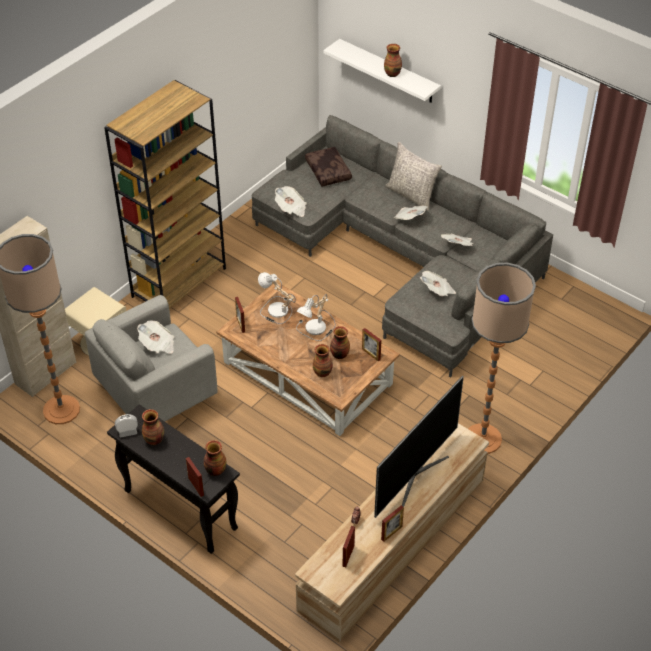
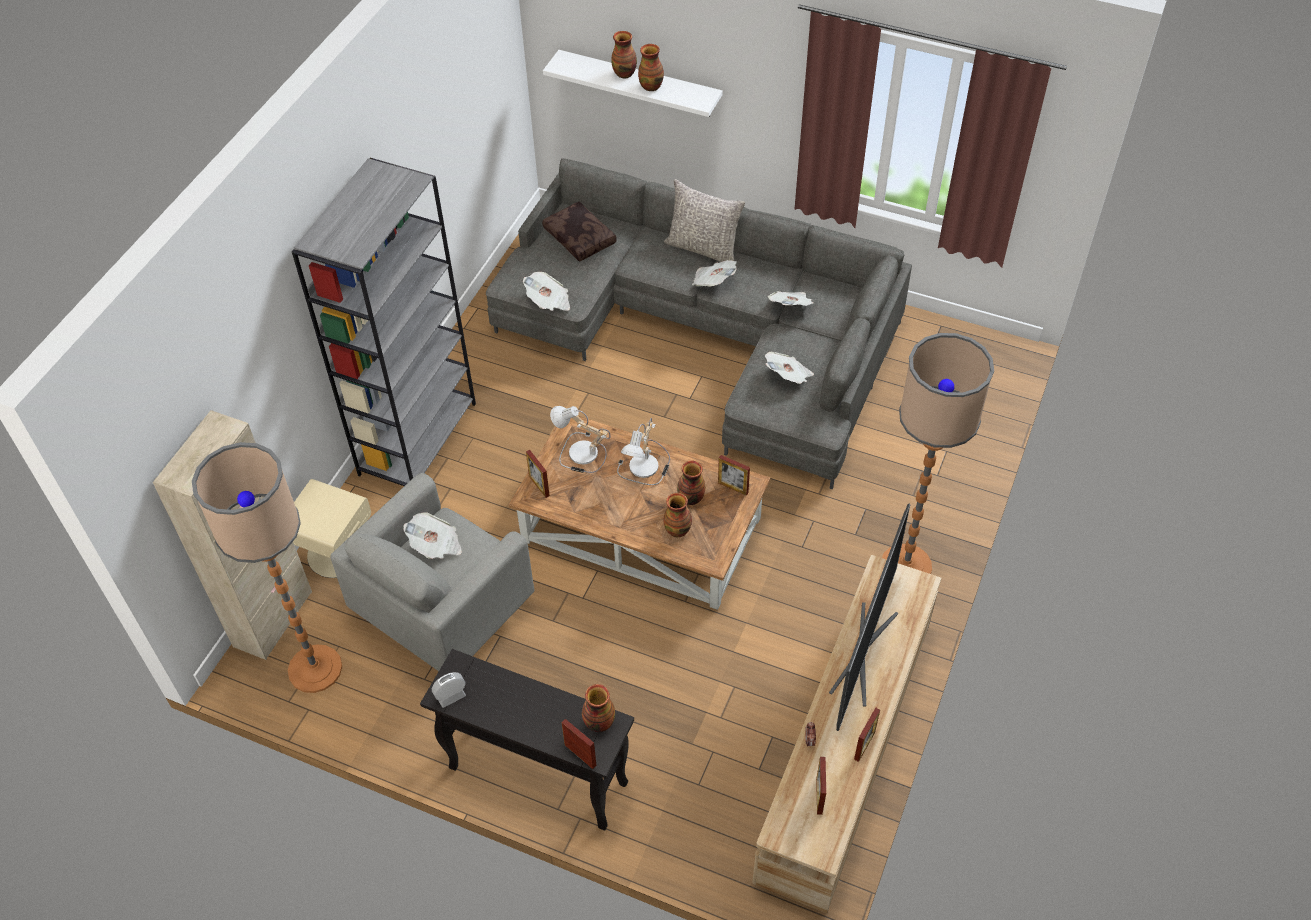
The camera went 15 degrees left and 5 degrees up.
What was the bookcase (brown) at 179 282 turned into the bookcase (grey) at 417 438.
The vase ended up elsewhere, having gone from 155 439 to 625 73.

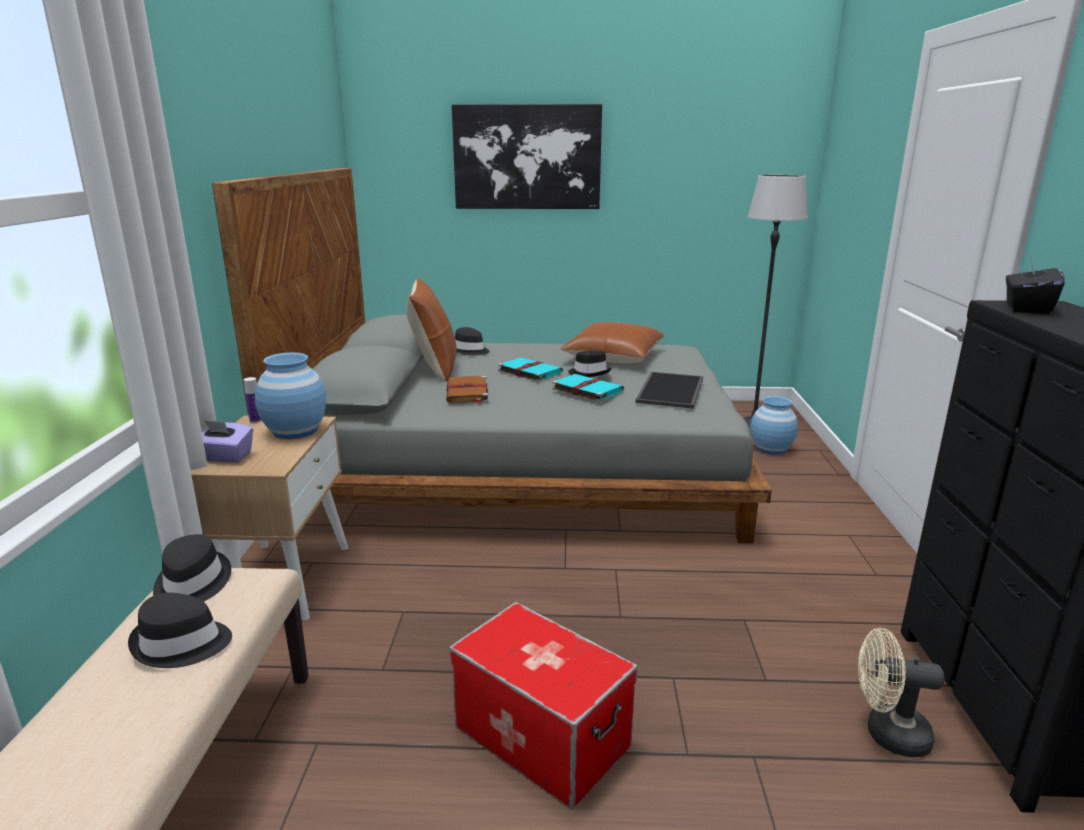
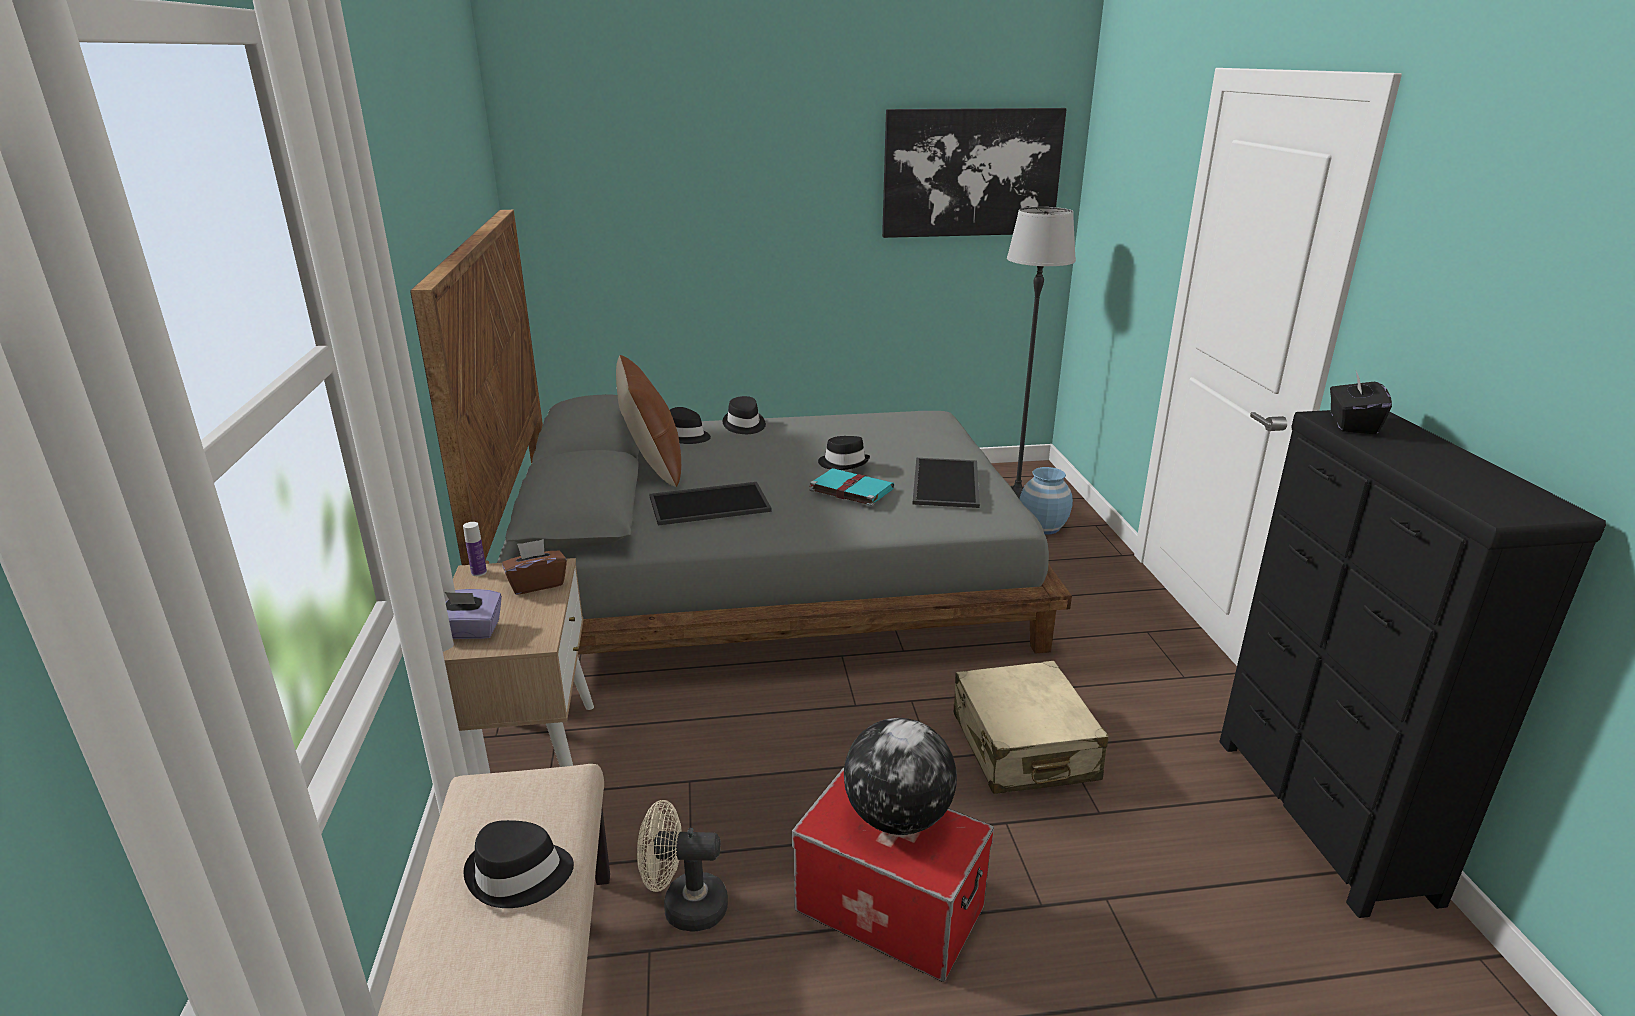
The camera went 10 degrees left and 5 degrees up.
The picture ended up elsewhere, having gone from 527 157 to 971 173.
The second view lost the pillow (brown) at 613 357.
Where the vase (blue) stood at 295 431, the tissue box (brown) came to stand at 537 584.
The second view lost the book (turquoise) at 529 371.
Where the book (brown) stood at 467 393, the tray came to stand at 710 503.
The hat (black) ended up elsewhere, having gone from 191 584 to 744 425.
The fan (beige) ended up elsewhere, having gone from 887 734 to 684 906.
The second view gained the suitcase (beige) at 1023 747.
The second view gained the globe at 898 817.

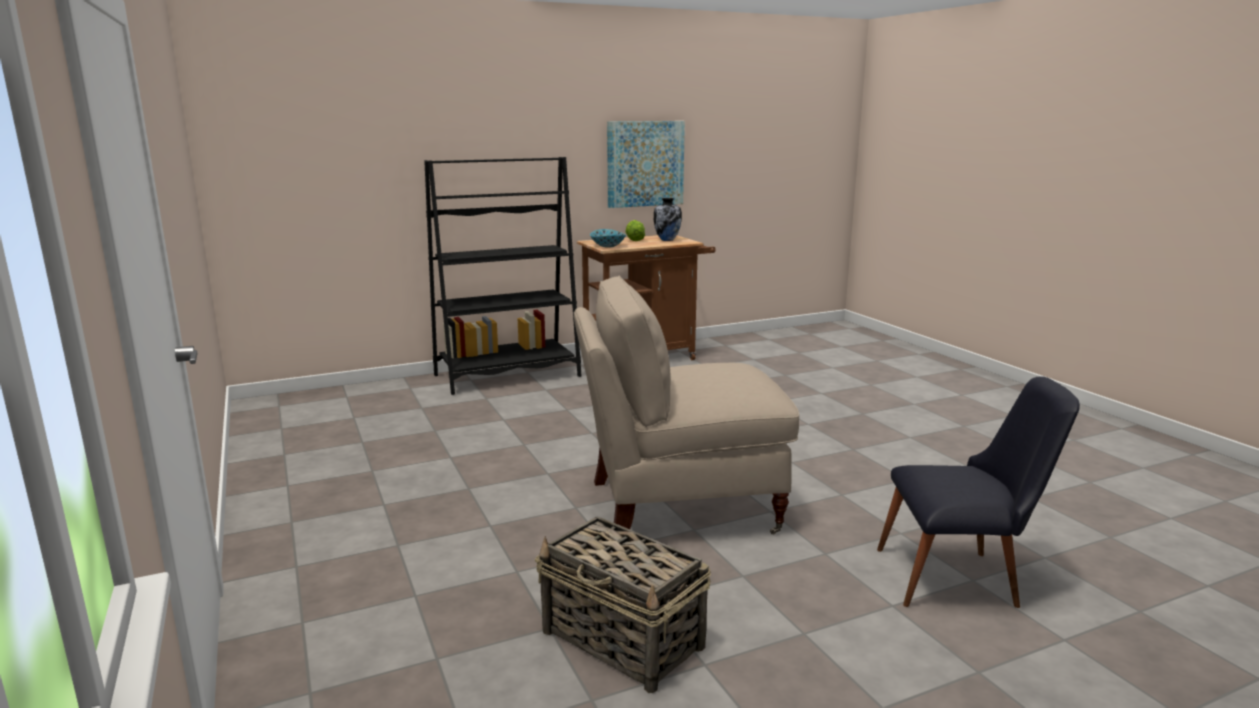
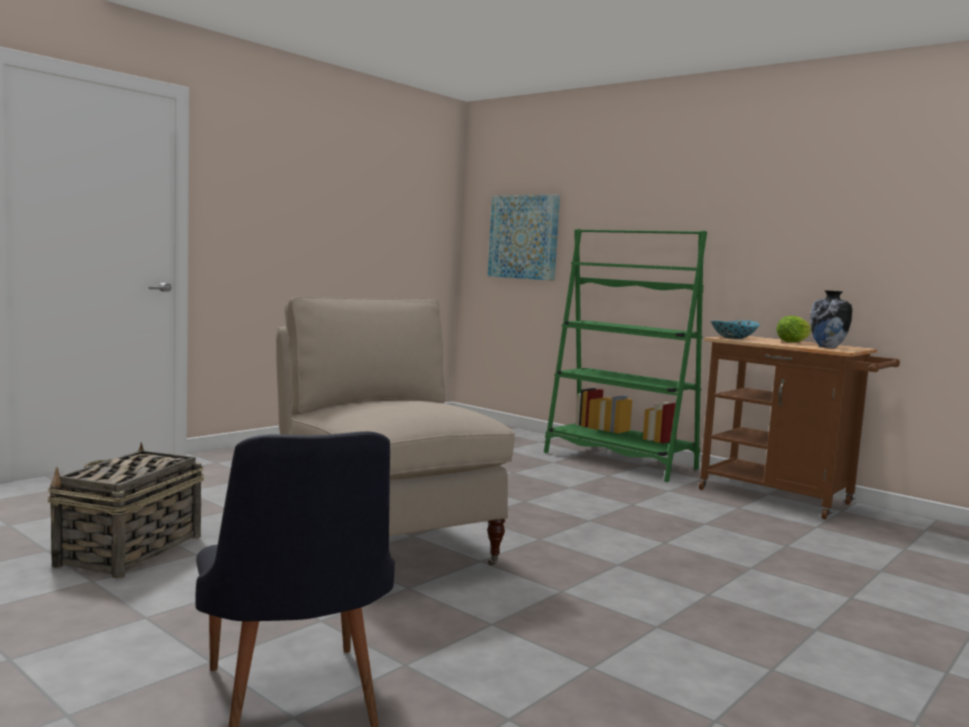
The camera went 65 degrees right and 10 degrees down.
The picture ended up elsewhere, having gone from 645 163 to 524 237.
What was the bookcase (black) at 508 376 turned into the bookcase (green) at 619 461.

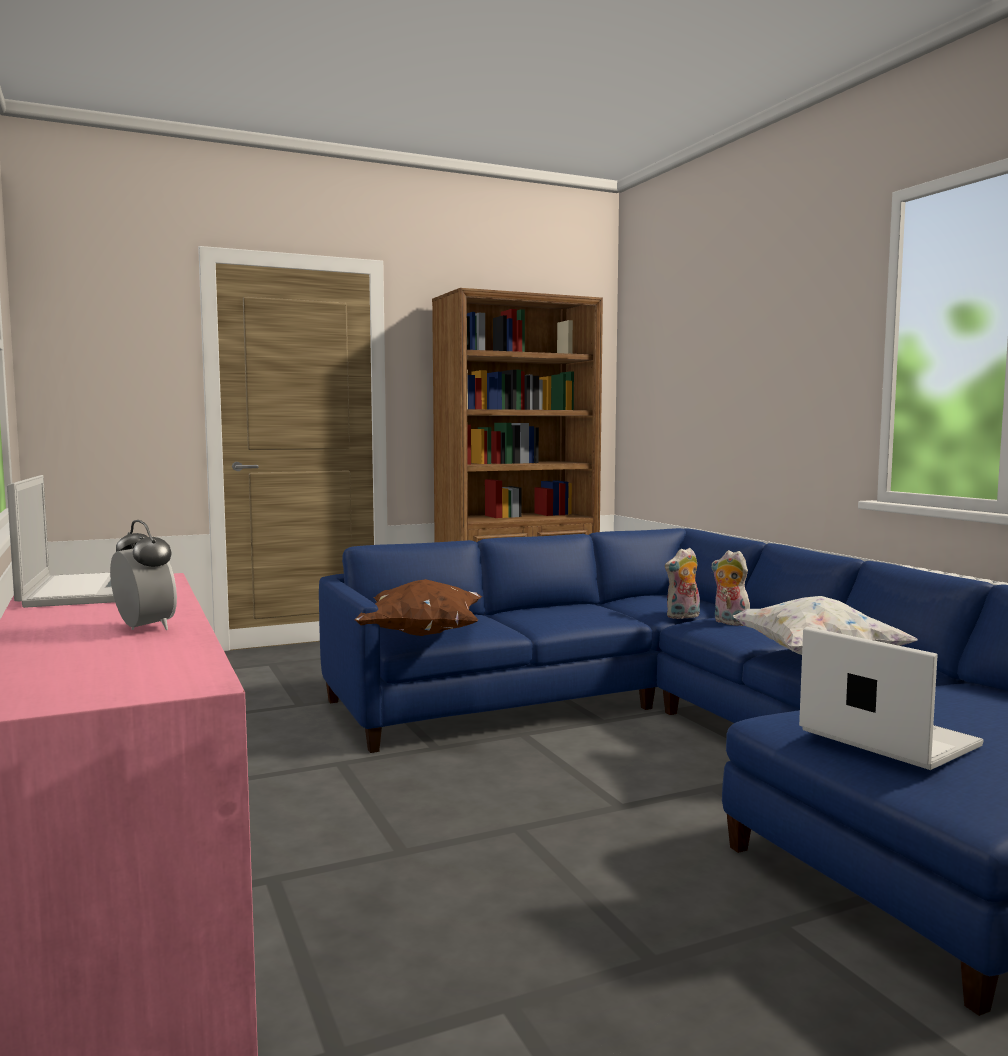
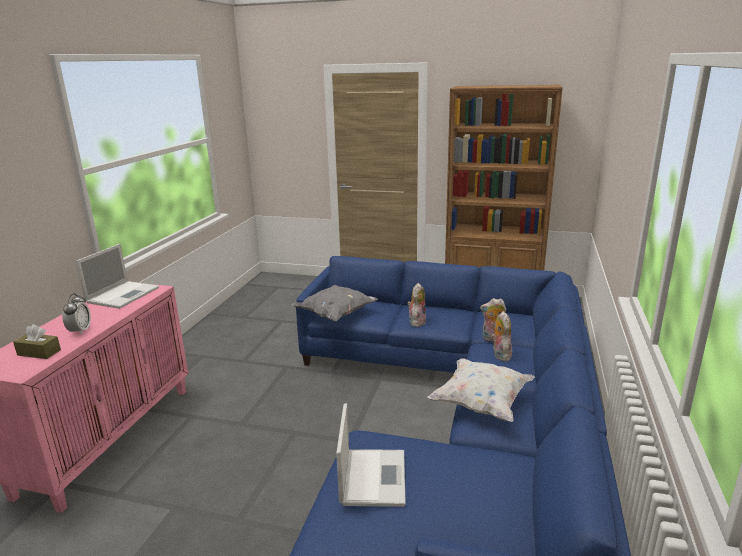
The camera went 40 degrees right and 15 degrees up.
What was the pillow (brown) at 422 634 turned into the pillow (grey) at 336 315.
The second view gained the plush toy at 416 321.
The second view gained the tissue box (brown) at 39 352.

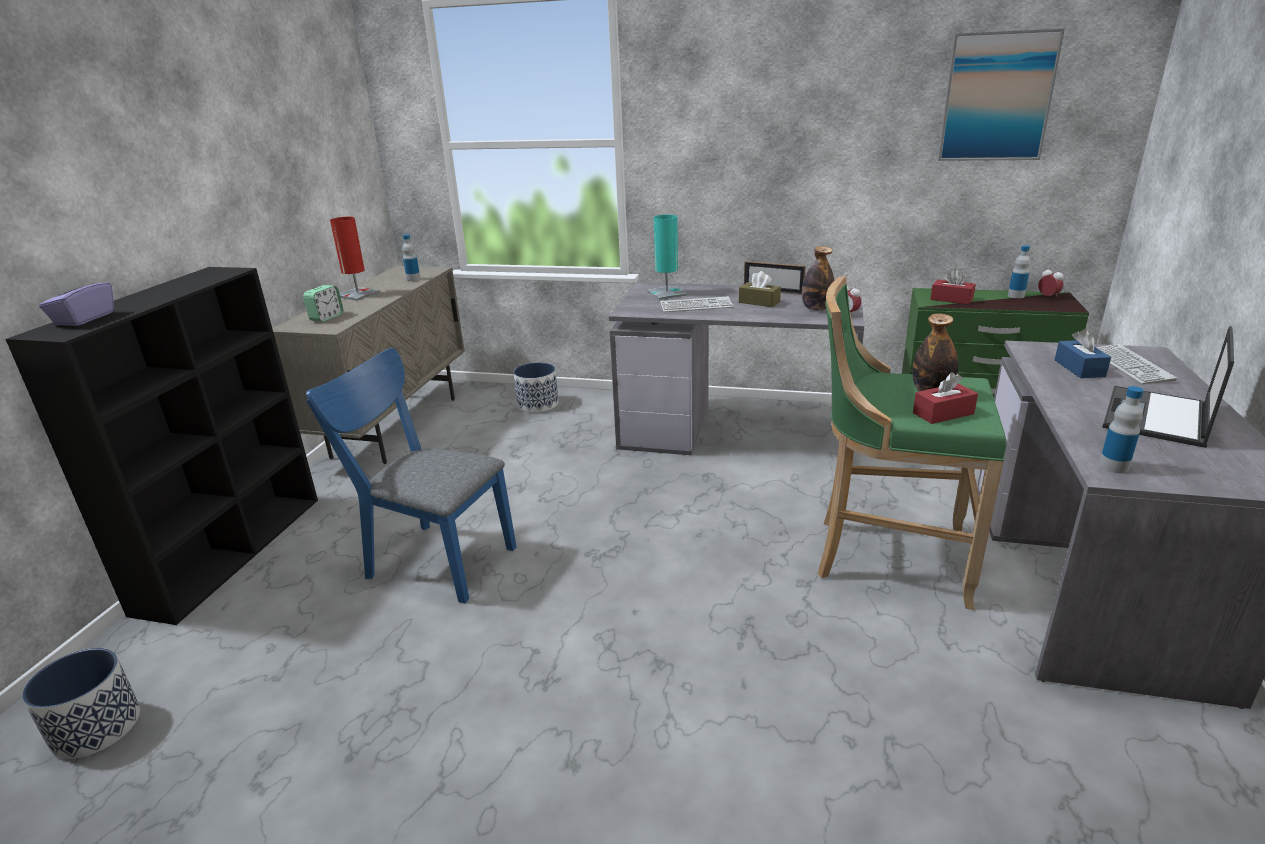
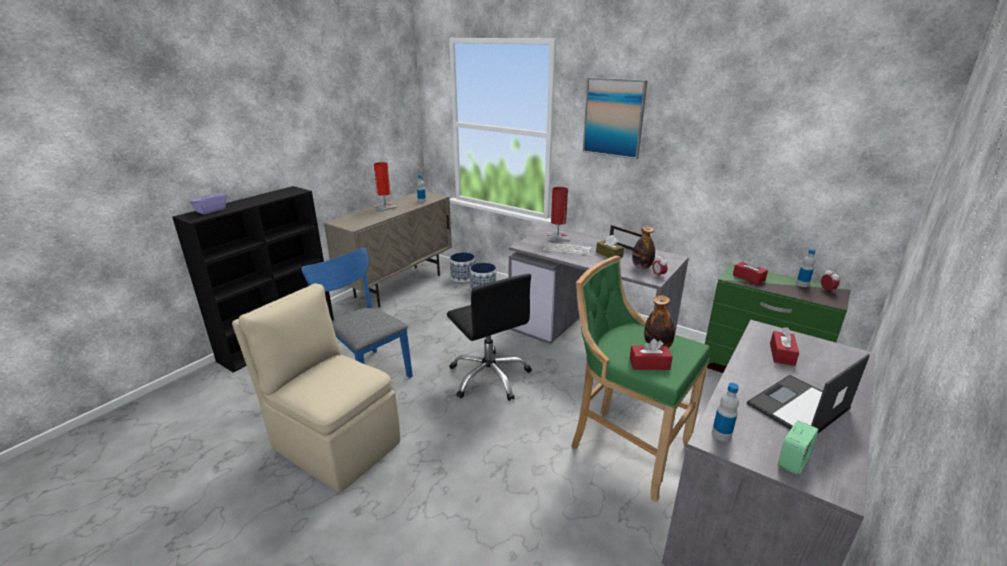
The camera went 20 degrees right and 0 degrees up.
The picture ended up elsewhere, having gone from 997 97 to 614 118.
What was the table lamp (turquoise) at 667 293 turned into the table lamp (red) at 557 237.
The alarm clock ended up elsewhere, having gone from 326 317 to 793 462.
What was the tissue box (blue) at 1079 368 turned into the tissue box (red) at 782 354.
The second view lost the keyboard at 1129 365.
The planter ended up elsewhere, having gone from 96 727 to 463 277.
The second view gained the office chair (black) at 489 377.
The second view gained the chair (beige) at 334 443.

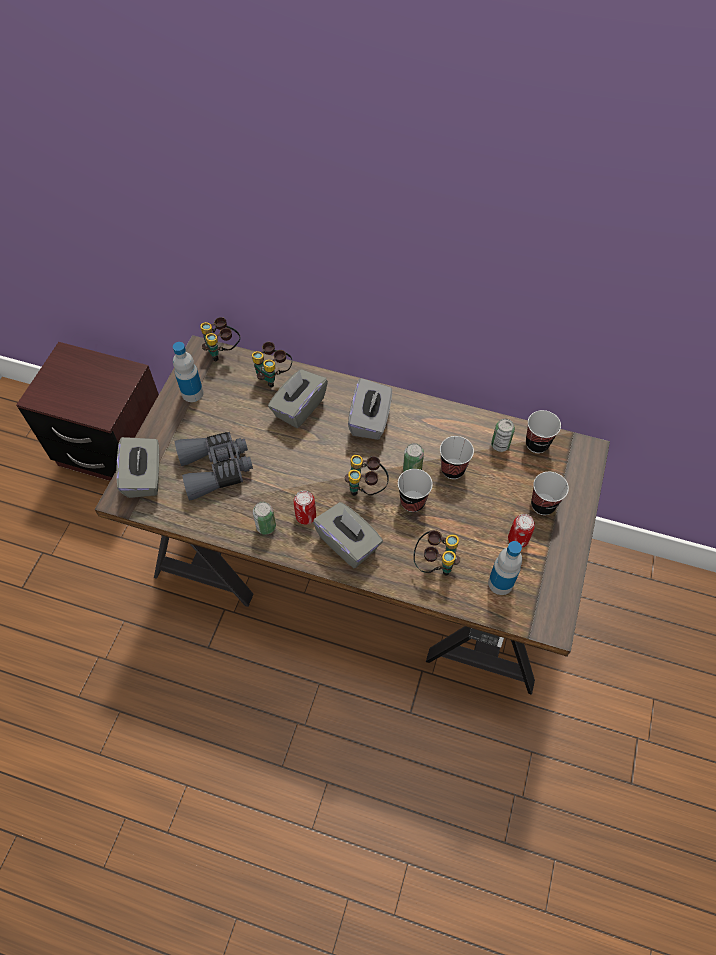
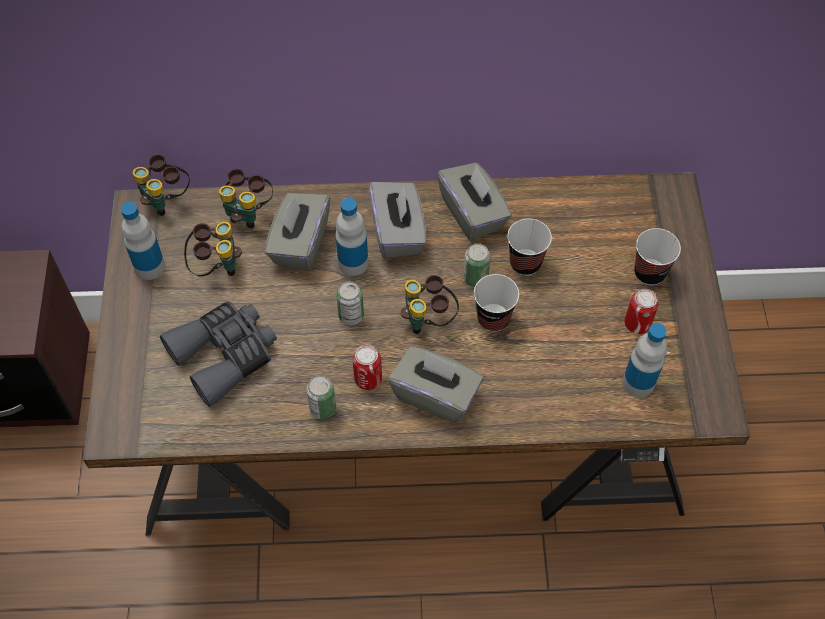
The camera went 20 degrees left and 0 degrees up.
The second view lost the cup at 537 444.
The can ended up elsewhere, having gone from 500 445 to 351 315.
The tissue box (grey) ended up elsewhere, having gone from 144 477 to 473 214.
The binoculars ended up elsewhere, having gone from 435 563 to 216 266.
The second view gained the bottle at 353 263.

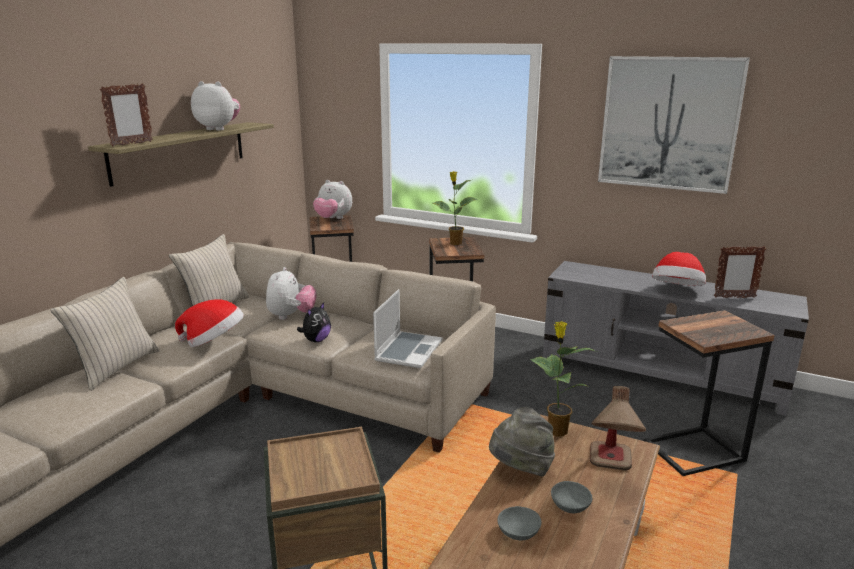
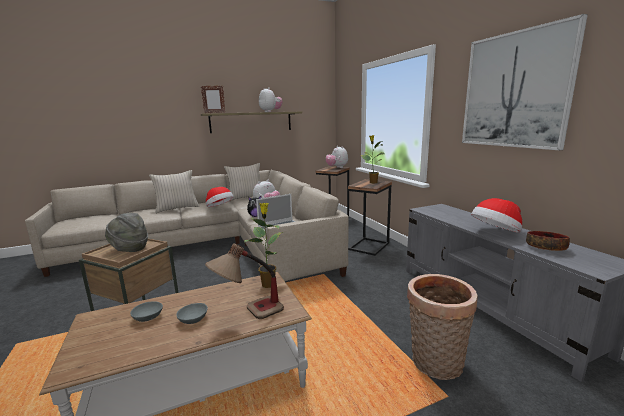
The camera went 40 degrees right and 5 degrees down.
Where the picture frame stood at 734 297, the bowl came to stand at 546 247.
Where the side table stood at 695 452, the basket came to stand at 435 364.
The hat (grey) ended up elsewhere, having gone from 521 469 to 129 249.

